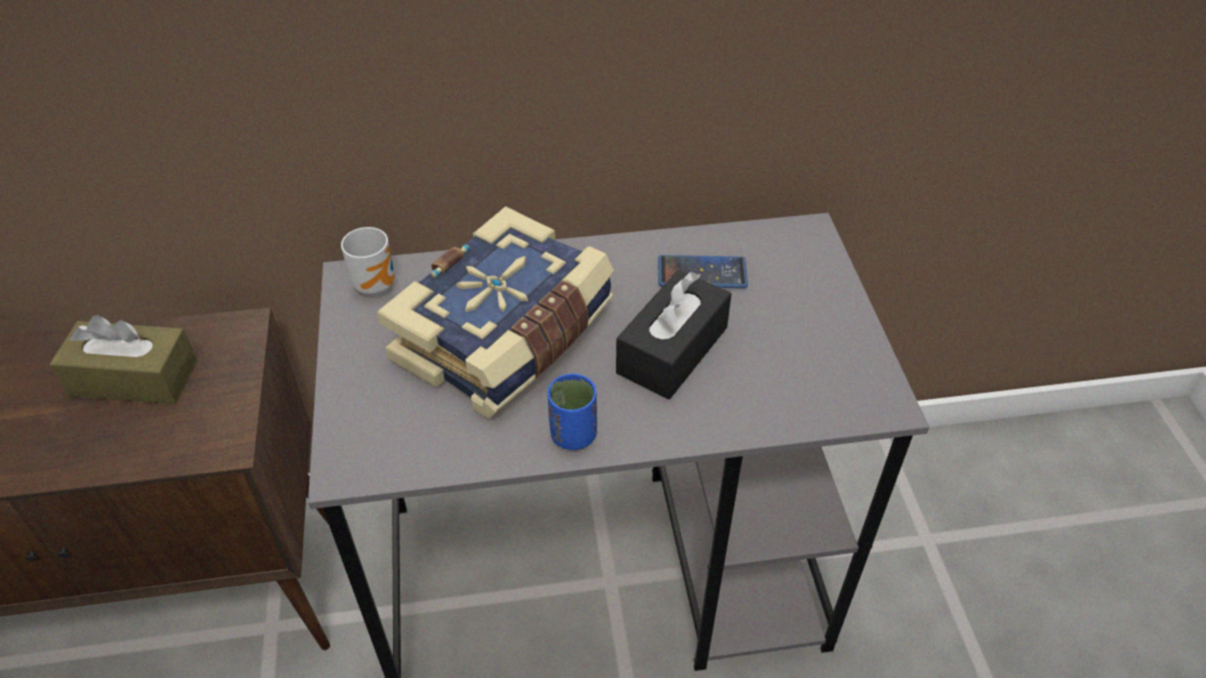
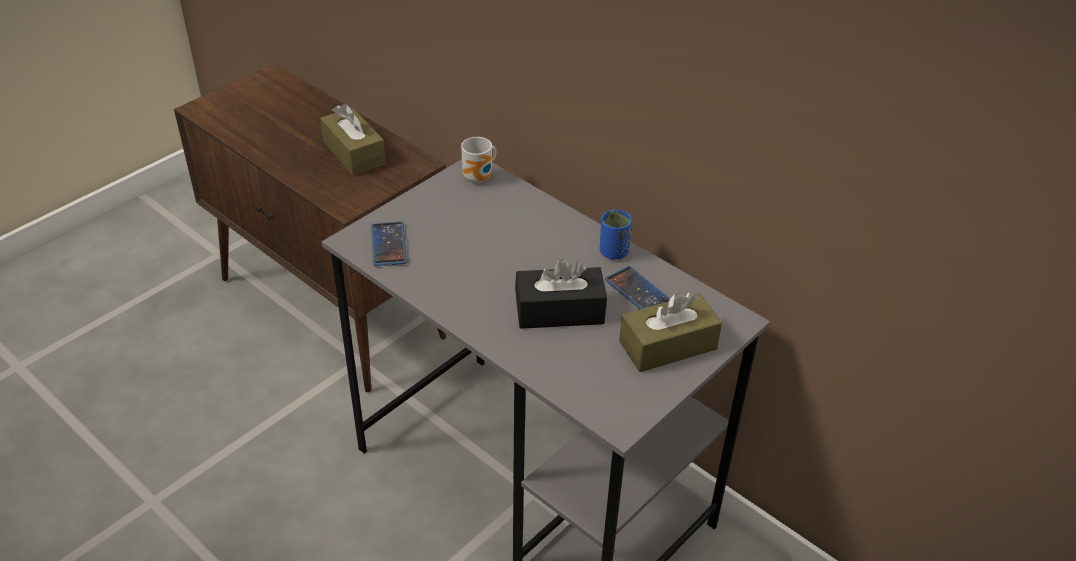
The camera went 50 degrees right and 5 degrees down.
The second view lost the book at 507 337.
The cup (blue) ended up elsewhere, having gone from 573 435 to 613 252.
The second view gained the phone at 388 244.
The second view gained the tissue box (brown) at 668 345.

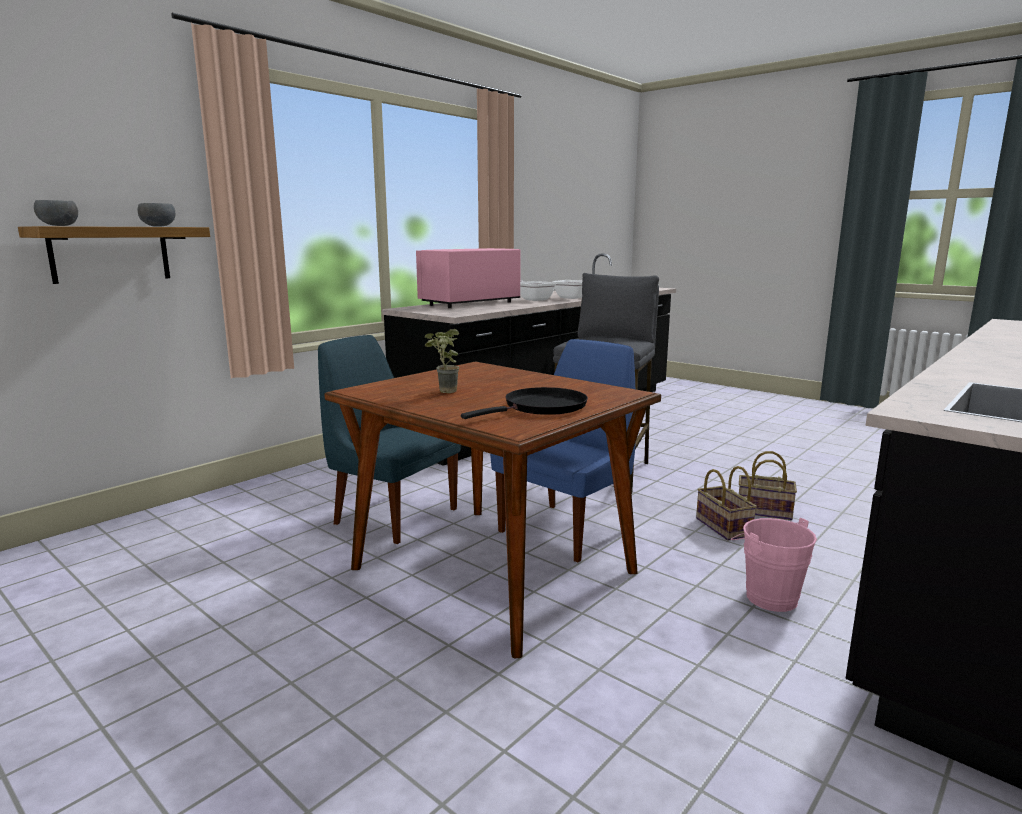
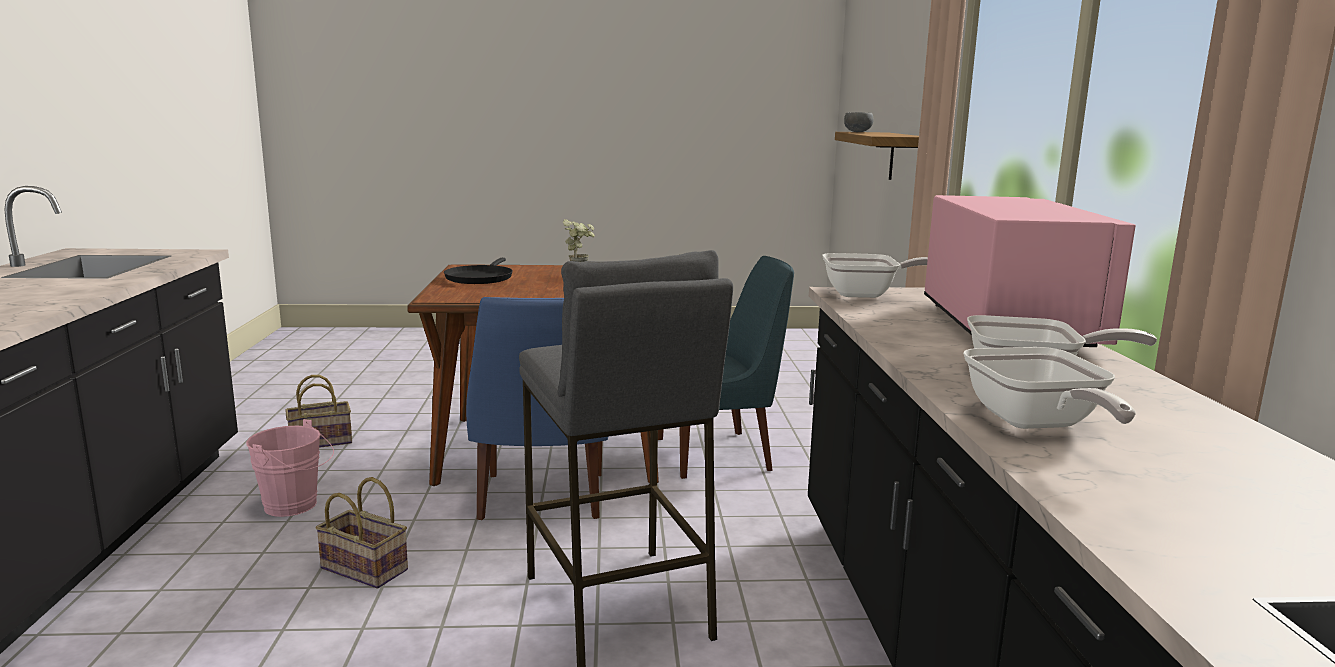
The camera went 135 degrees right and 0 degrees up.
The second view lost the bowl (grey) at 158 226.
The basket ended up elsewhere, having gone from 762 511 to 322 441.
The second view gained the frying pan at 867 294.

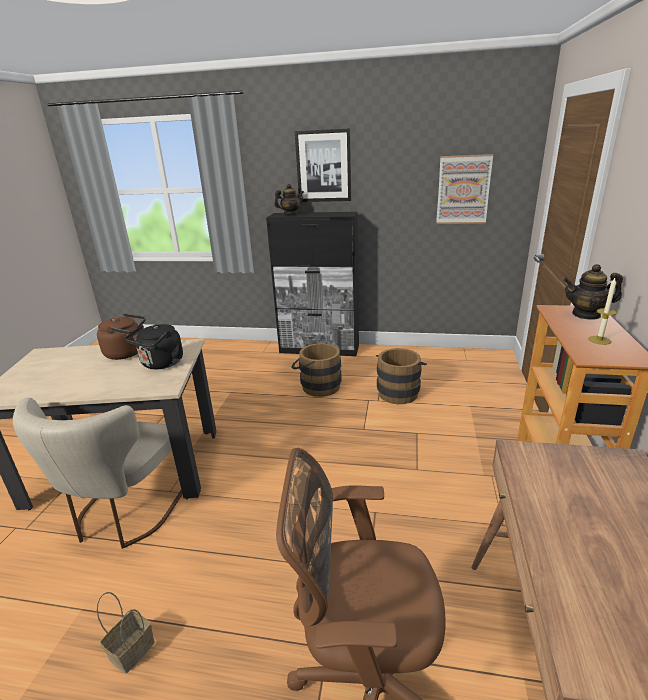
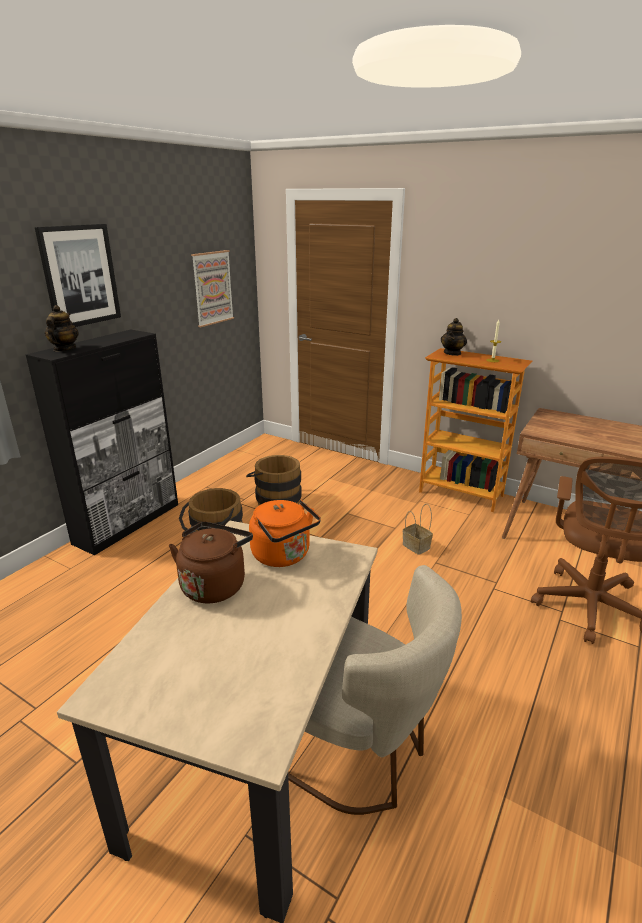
The camera went 70 degrees left and 0 degrees up.
What was the kettle (black) at 161 364 turned into the kettle (orange) at 284 556.
The basket ended up elsewhere, having gone from 132 648 to 415 546.

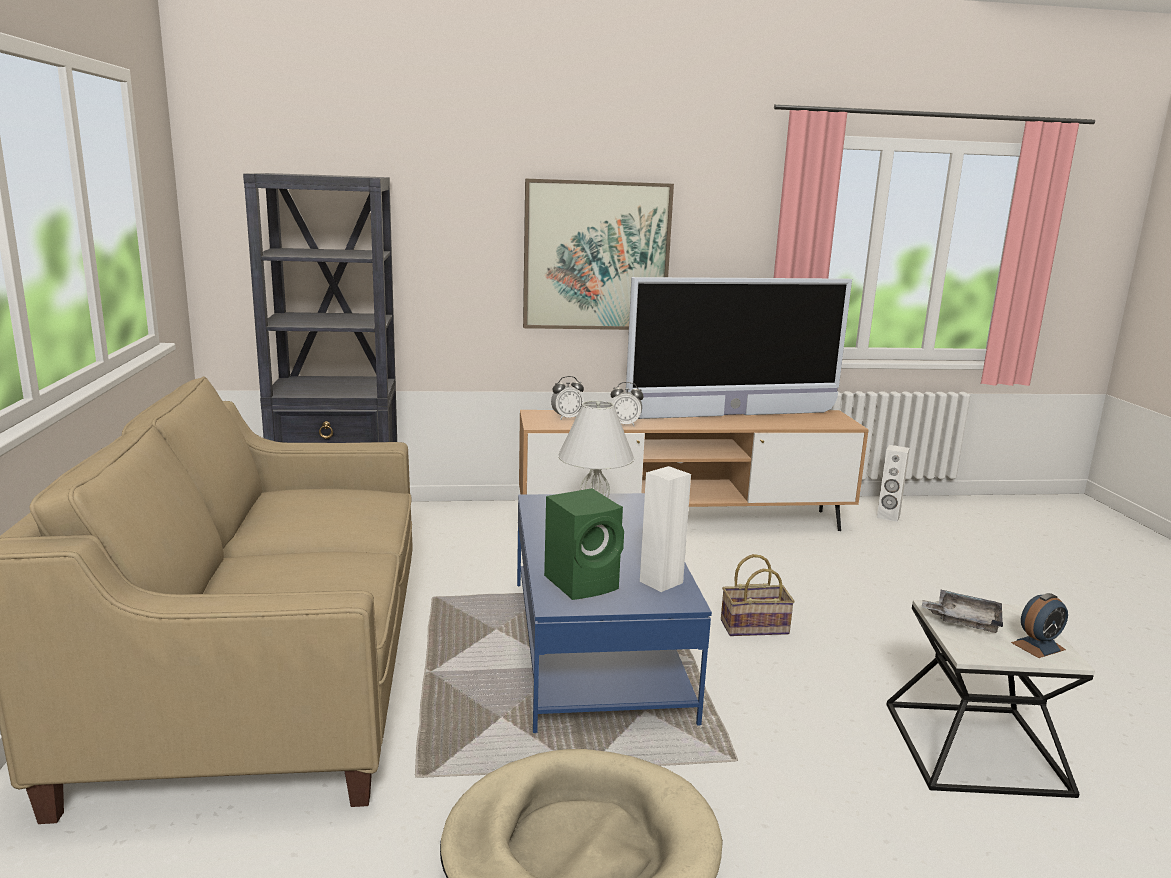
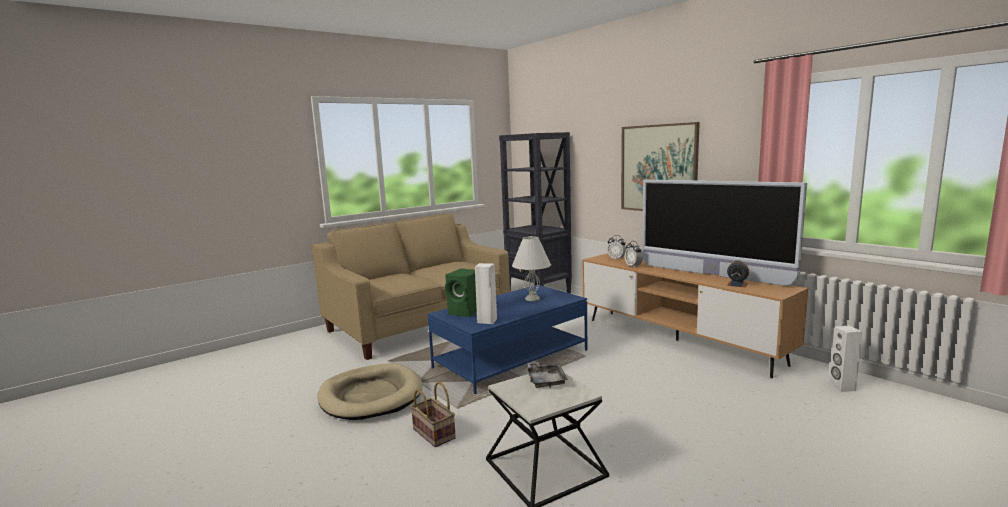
The camera went 60 degrees right and 5 degrees down.
The basket ended up elsewhere, having gone from 755 626 to 435 434.
The alarm clock ended up elsewhere, having gone from 1038 646 to 737 284.

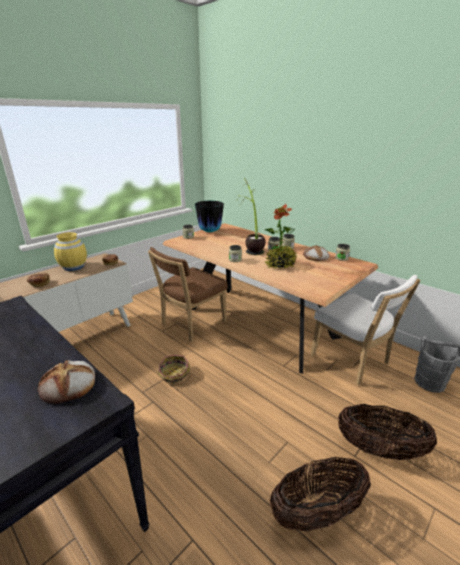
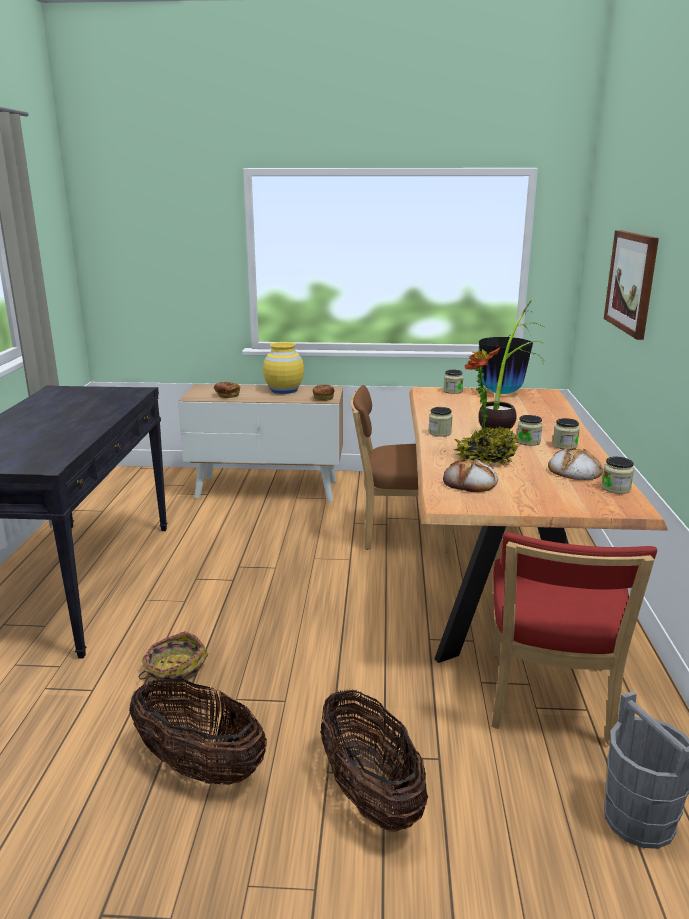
The camera went 50 degrees right and 5 degrees down.
What was the chair (white) at 352 361 turned into the chair (red) at 549 702.
The basket ended up elsewhere, having gone from 174 374 to 174 668.
The bread ended up elsewhere, having gone from 69 385 to 470 482.
The second view gained the picture at 632 282.

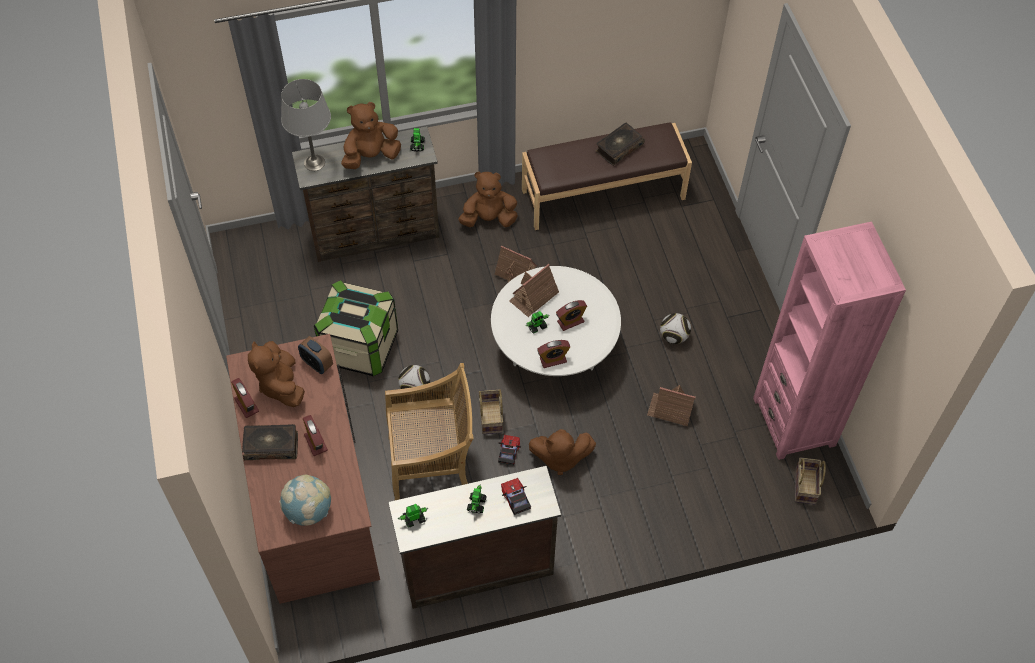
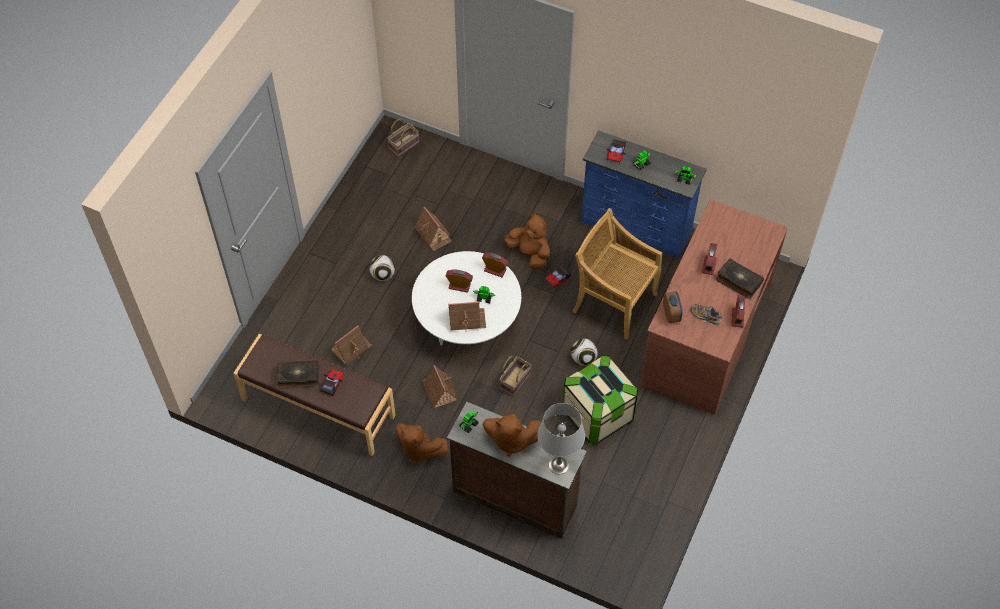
The camera went 140 degrees left and 0 degrees up.
The second view lost the bookcase (pink) at 794 421.
Where the plush toy (brown) stood at 281 385, the shoe came to stand at 705 316.
The basket ended up elsewhere, having gone from 491 418 to 515 380.
What was the dresser (brown) at 476 568 turned into the dresser (blue) at 636 228.
The second view lost the globe at 309 511.
The second view gained the toy house at 351 348.
The second view gained the toy car at 332 383.

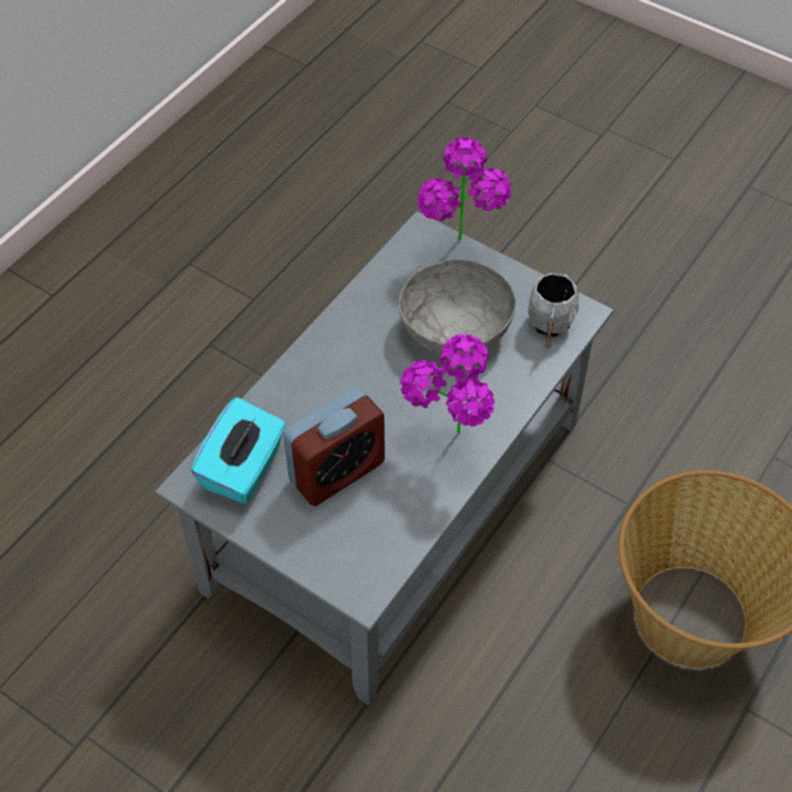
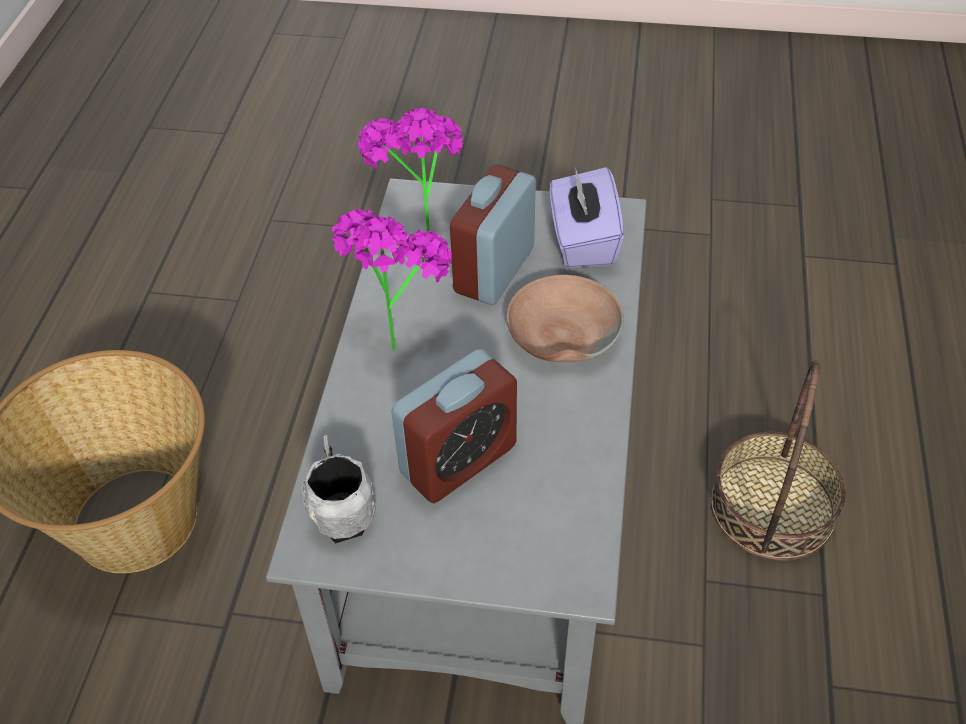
The camera went 155 degrees right and 5 degrees down.
The potted plant ended up elsewhere, having gone from 462 251 to 419 228.
Where the bowl (grey) stood at 455 329, the alarm clock came to stand at 458 460.
What was the tissue box (turquoise) at 244 469 turned into the tissue box (purple) at 582 241.
The second view gained the bowl (brown) at 561 333.
The second view gained the basket at 772 507.

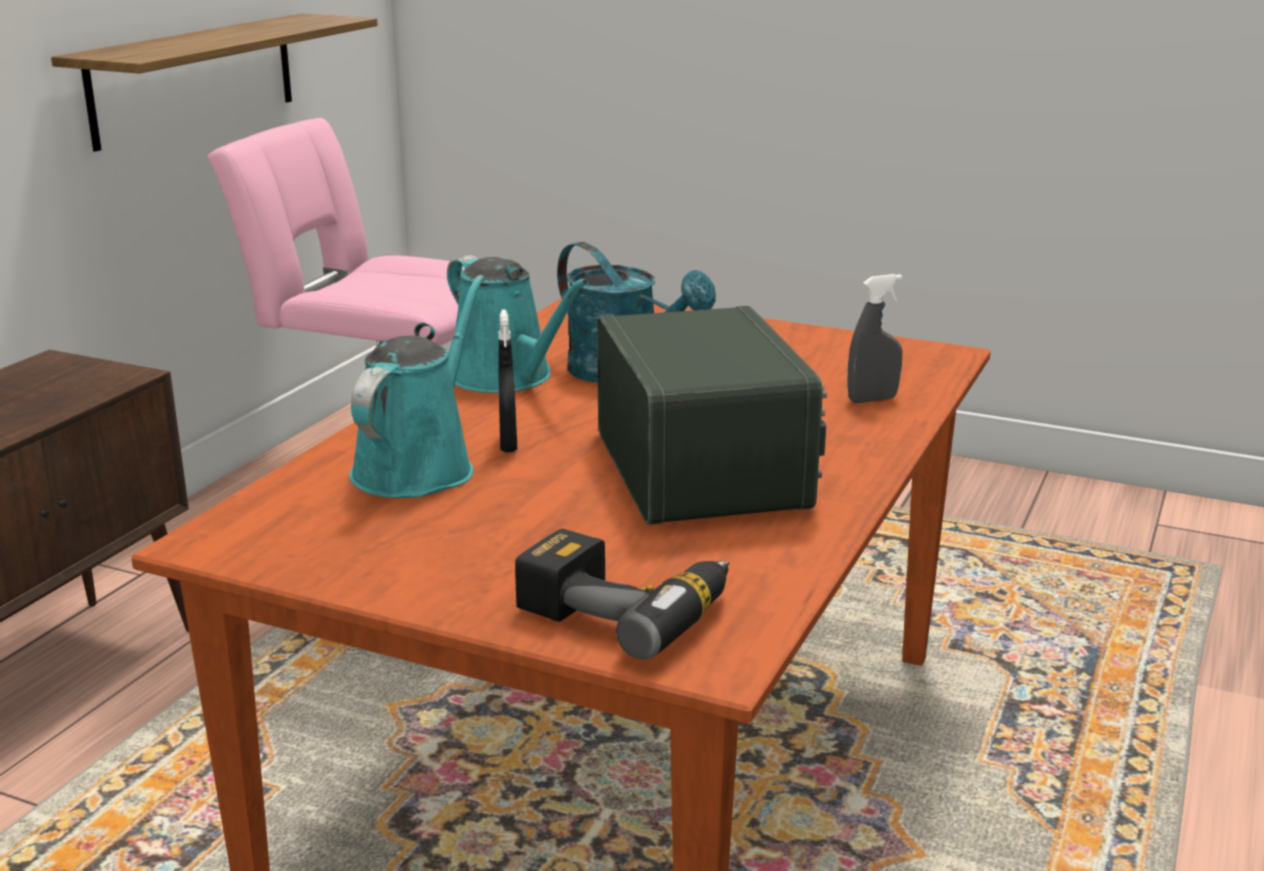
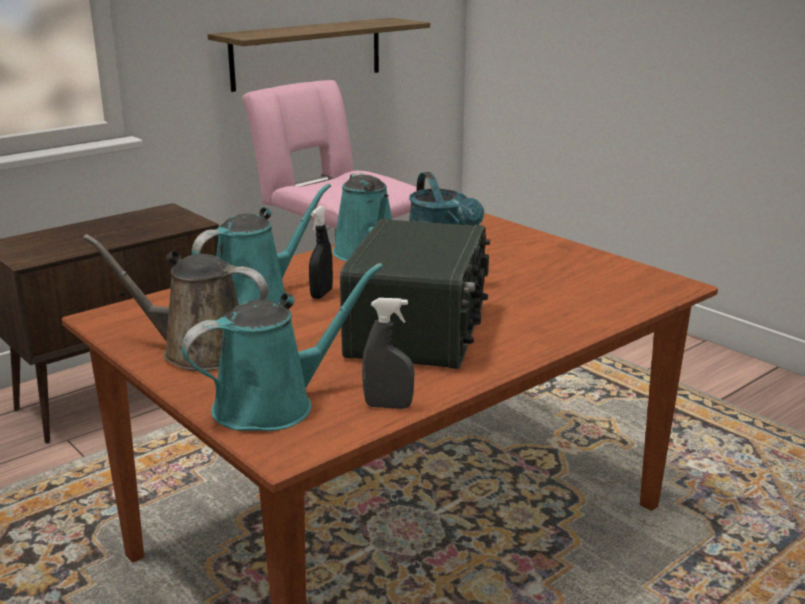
The camera went 25 degrees right and 0 degrees up.
The spray bottle (grey) ended up elsewhere, having gone from 872 400 to 388 406.
Where the power drill stood at 627 608, the watering can (turquoise) came to stand at 273 404.
The second view gained the watering can (brown) at 198 351.

